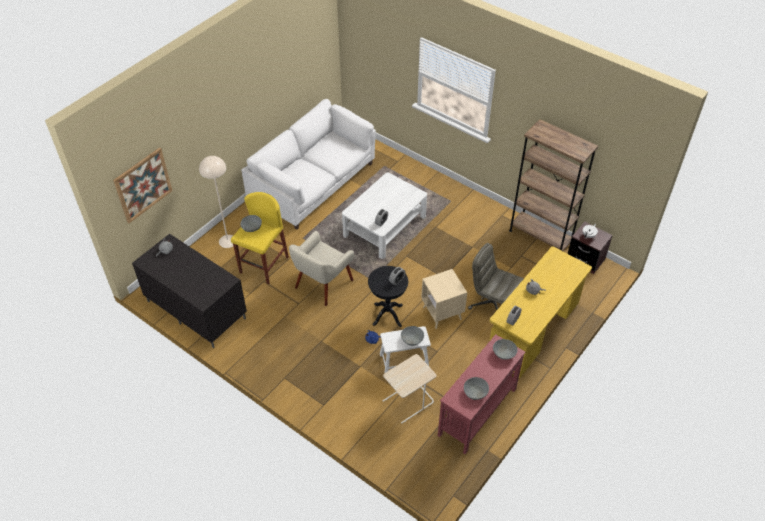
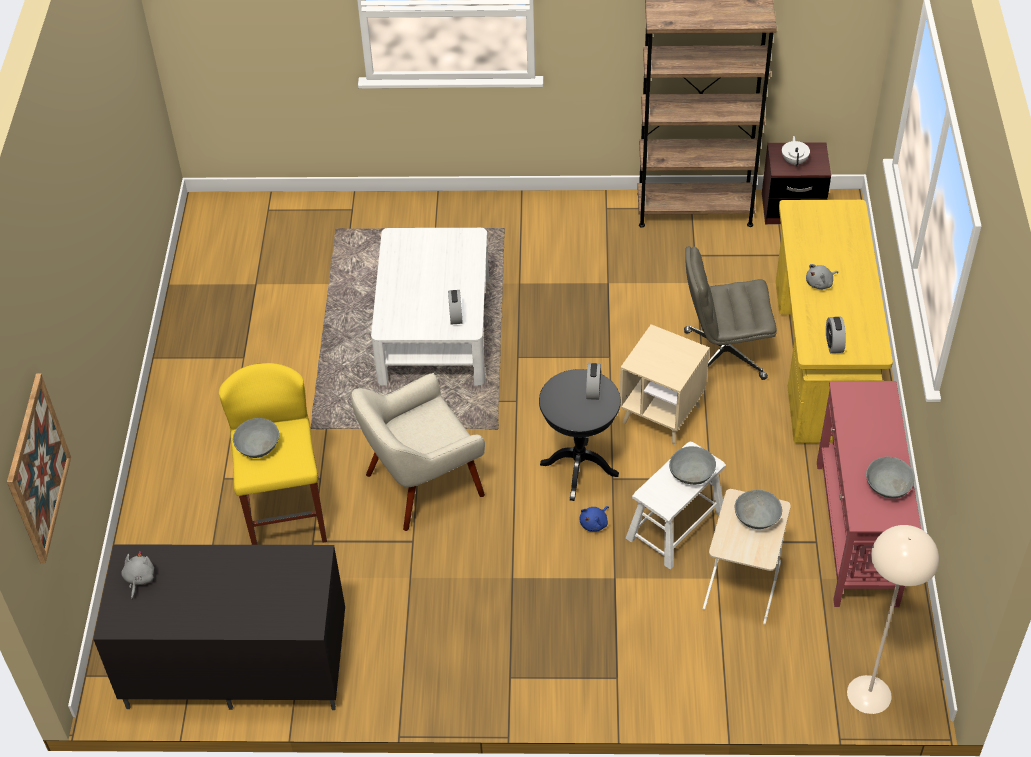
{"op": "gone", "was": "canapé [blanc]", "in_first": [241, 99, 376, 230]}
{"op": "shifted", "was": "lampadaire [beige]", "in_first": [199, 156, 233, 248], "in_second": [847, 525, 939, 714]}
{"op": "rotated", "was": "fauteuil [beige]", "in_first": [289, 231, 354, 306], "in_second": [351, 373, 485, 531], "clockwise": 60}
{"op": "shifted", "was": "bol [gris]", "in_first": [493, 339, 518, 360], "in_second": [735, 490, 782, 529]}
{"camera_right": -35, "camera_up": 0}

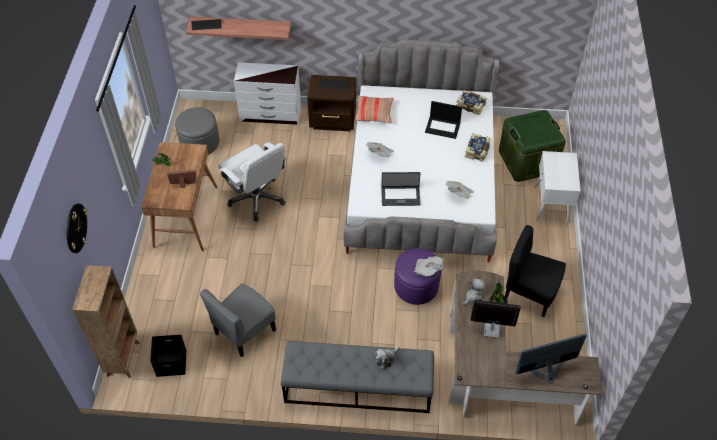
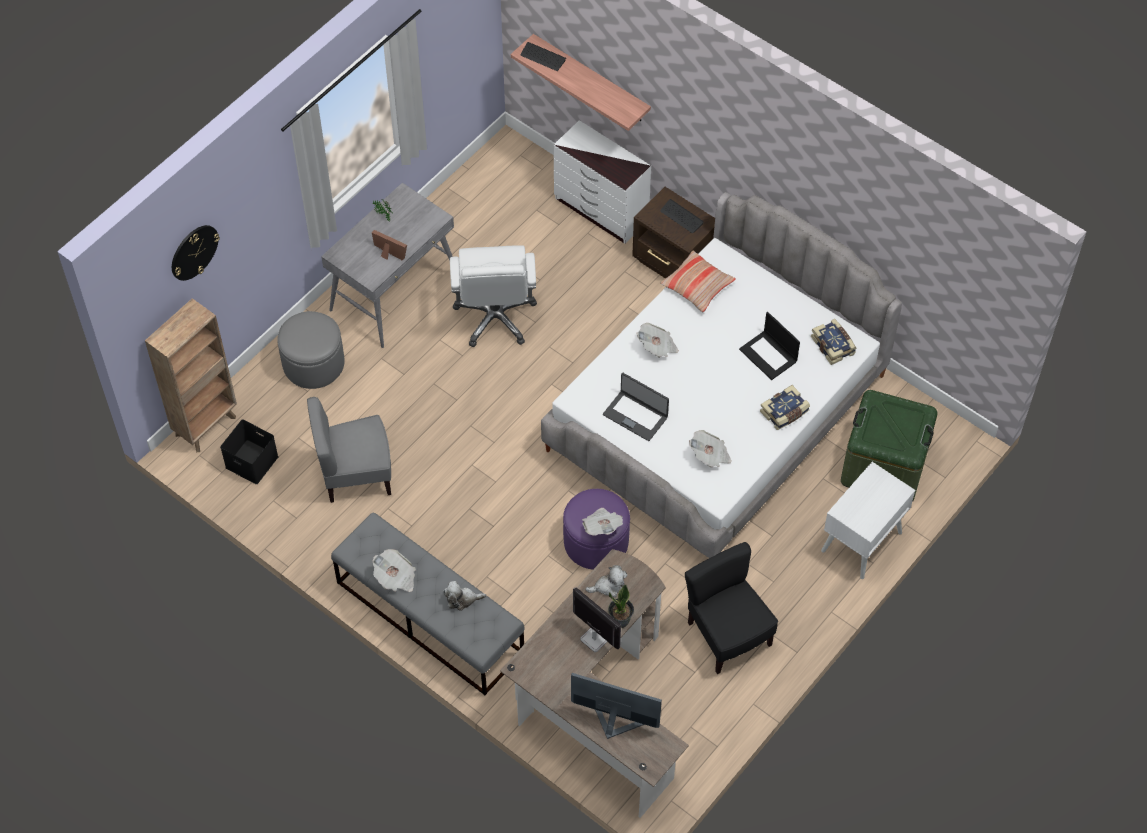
{"op": "shifted", "was": "pouf [gris]", "in_first": [175, 107, 219, 155], "in_second": [277, 311, 345, 389]}
{"op": "repainted", "was": "bureau [marron]", "now": "bureau [gris]", "in_first": [141, 142, 218, 251], "in_second": [321, 183, 454, 348]}
{"op": "new", "now": "journal", "in_second": [373, 549, 416, 592]}
{"camera_right": 35, "camera_up": 5}

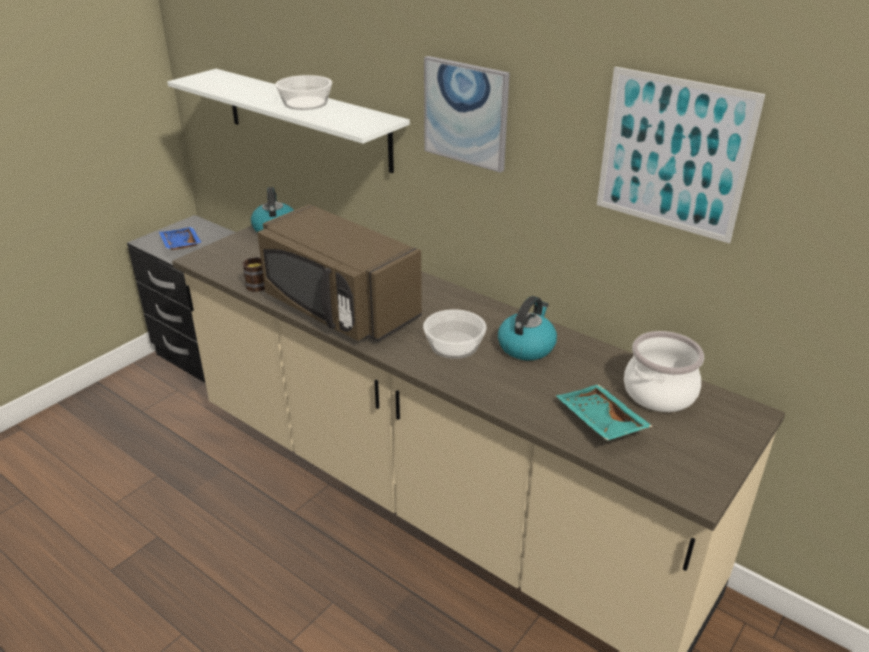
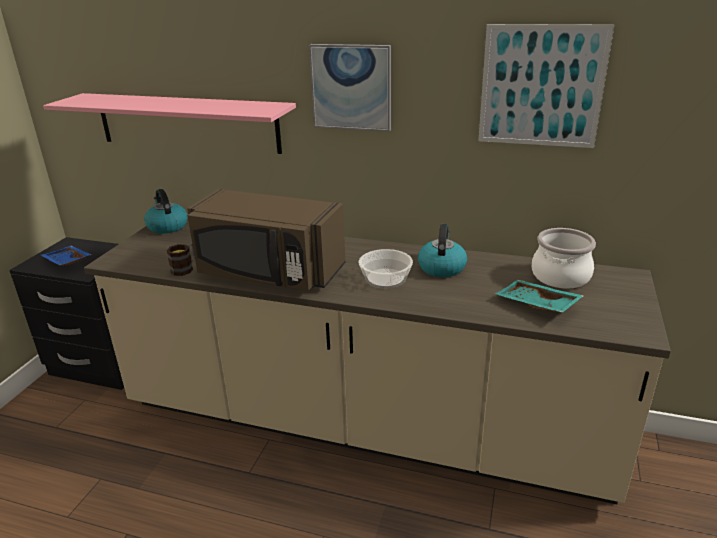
{"op": "repainted", "was": "étagère [blanc]", "now": "étagère [rose]", "in_first": [167, 69, 410, 173], "in_second": [43, 93, 296, 154]}
{"op": "gone", "was": "bol", "in_first": [275, 75, 332, 110]}
{"camera_right": -20, "camera_up": -5}

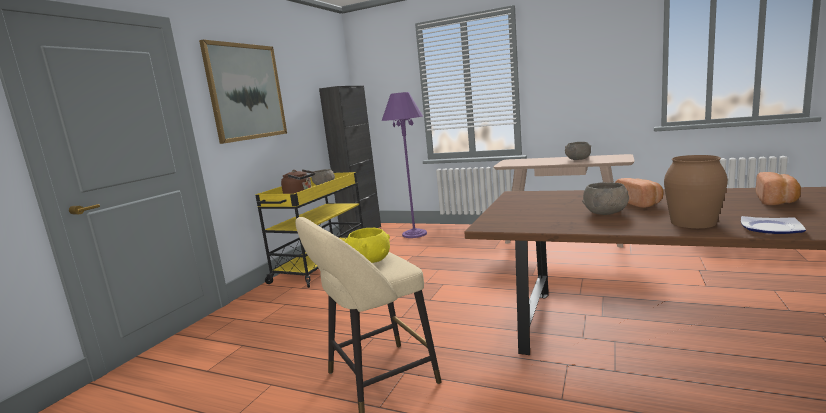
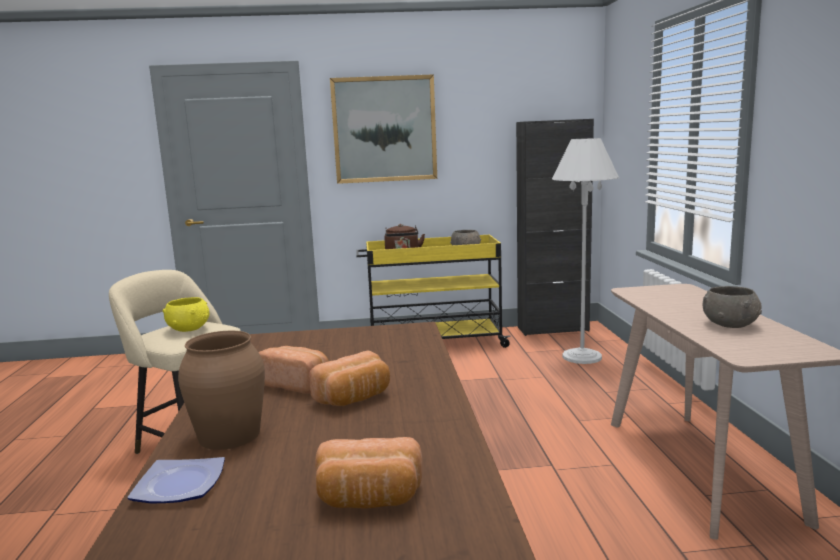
{"op": "repainted", "was": "lampadaire [violet]", "now": "lampadaire [blanc]", "in_first": [382, 92, 427, 238], "in_second": [552, 138, 619, 364]}
{"op": "swapped", "was": "bol [gris]", "now": "pain", "in_first": [582, 182, 629, 215], "in_second": [259, 346, 329, 394]}
{"camera_right": 60, "camera_up": 0}

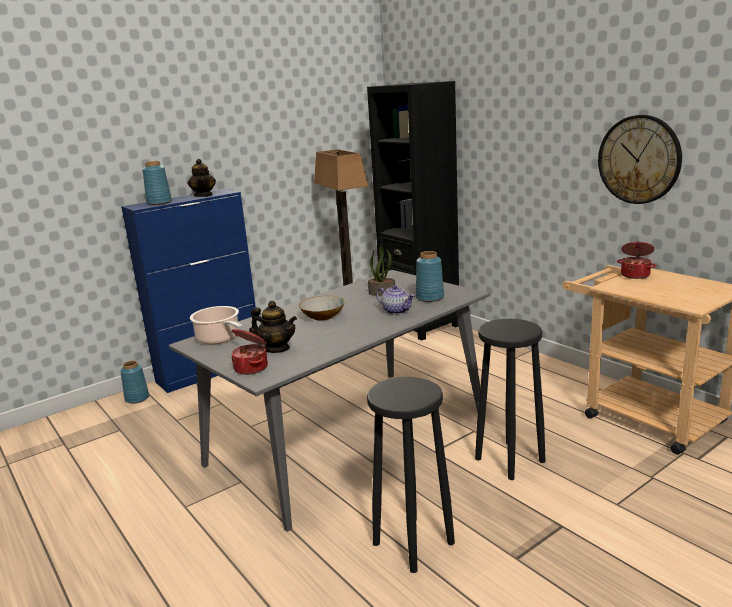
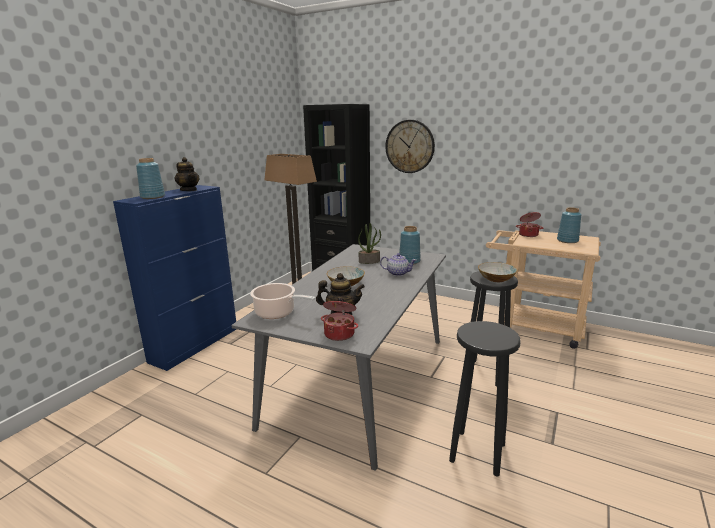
{"op": "shifted", "was": "horloge murale", "in_first": [598, 115, 682, 204], "in_second": [385, 120, 435, 173]}
{"op": "shifted", "was": "vase [bleu]", "in_first": [120, 361, 149, 404], "in_second": [557, 207, 582, 243]}
{"op": "new", "now": "bol", "in_second": [478, 262, 518, 282]}
{"camera_right": -25, "camera_up": 0}

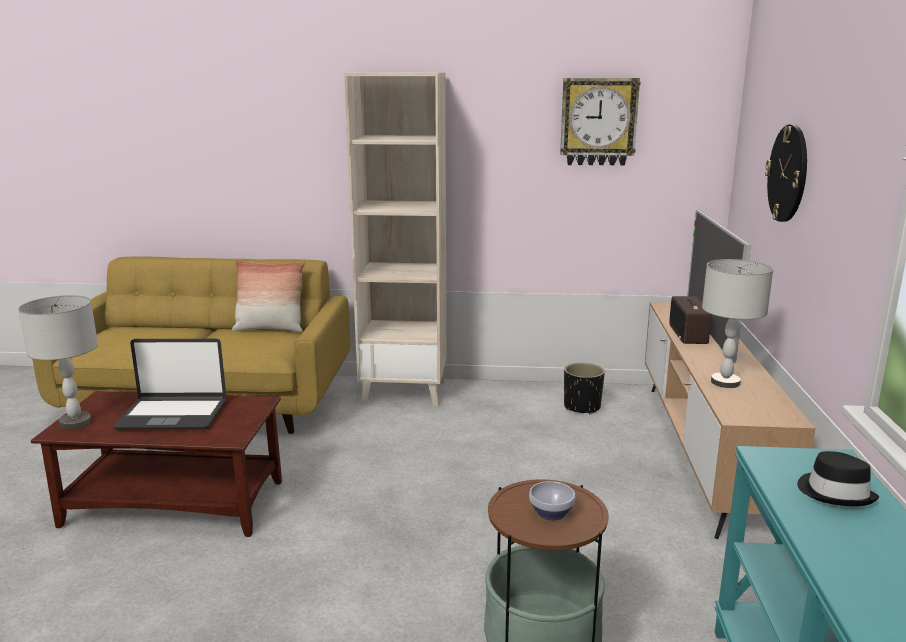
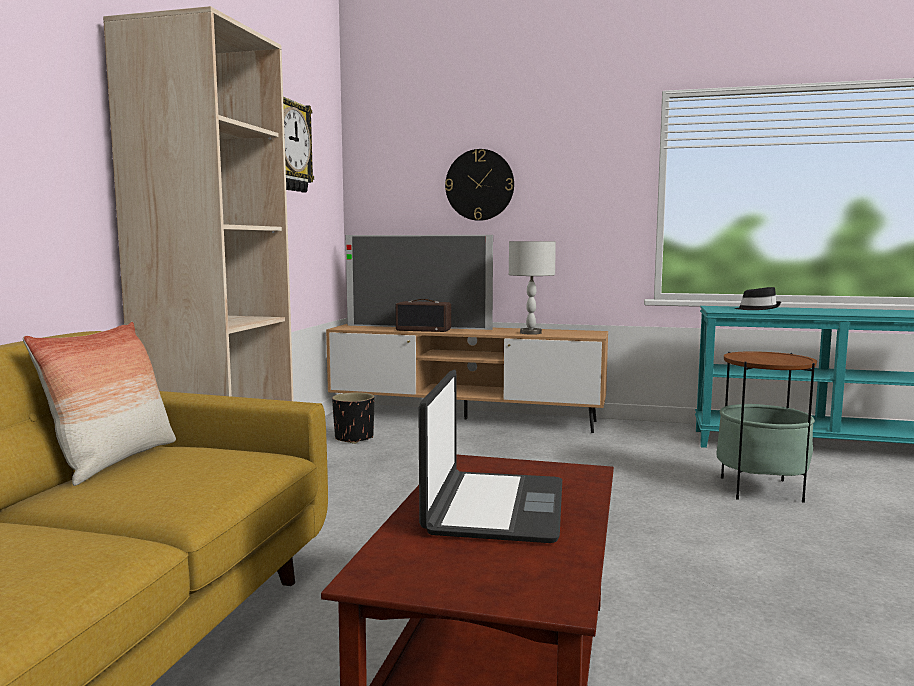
{"op": "gone", "was": "lampe de table [gris]", "in_first": [18, 295, 98, 429]}
{"op": "gone", "was": "bol", "in_first": [529, 481, 575, 520]}
{"camera_right": -80, "camera_up": -10}

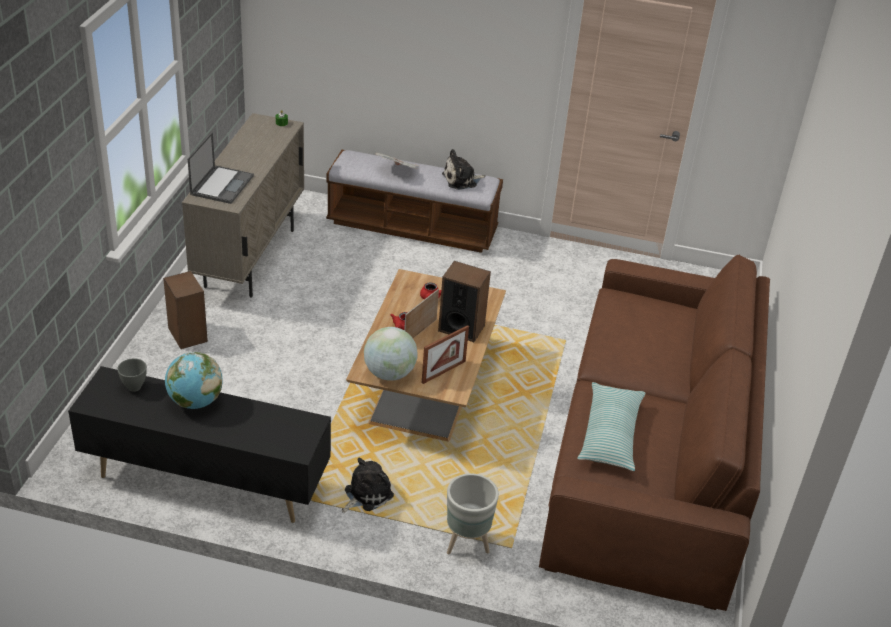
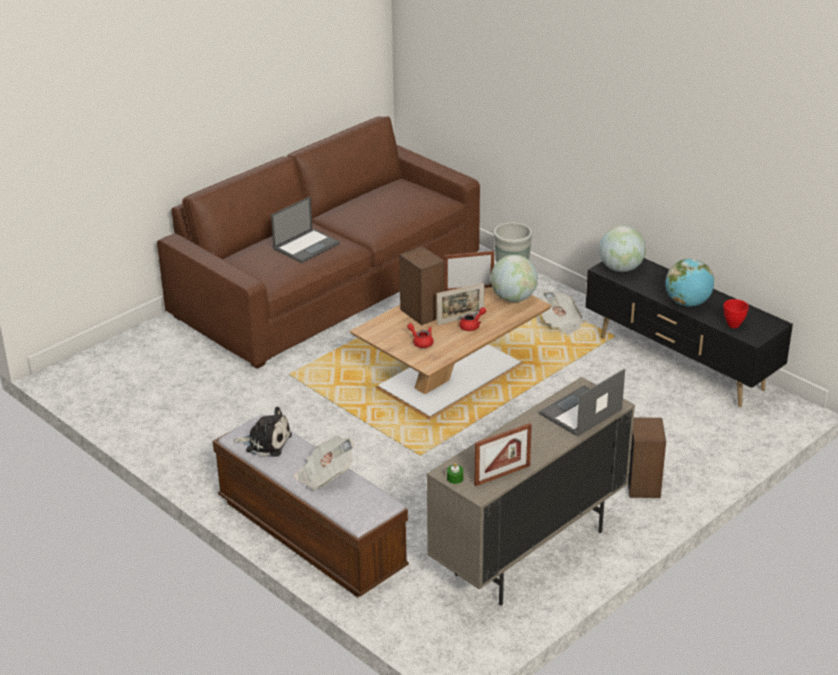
{"op": "repainted", "was": "bol [gris]", "now": "bol [rouge]", "in_first": [117, 358, 147, 392], "in_second": [724, 299, 749, 328]}
{"op": "gone", "was": "coussin", "in_first": [577, 382, 645, 471]}
{"op": "swapped", "was": "peluche", "now": "journal", "in_first": [342, 457, 394, 513], "in_second": [541, 291, 585, 336]}
{"op": "new", "now": "ordinateur portable", "in_second": [271, 196, 340, 263]}
{"op": "new", "now": "globe", "in_second": [599, 225, 646, 272]}
{"op": "new", "now": "cadre photo", "in_second": [474, 423, 532, 486]}
{"camera_right": -145, "camera_up": -5}

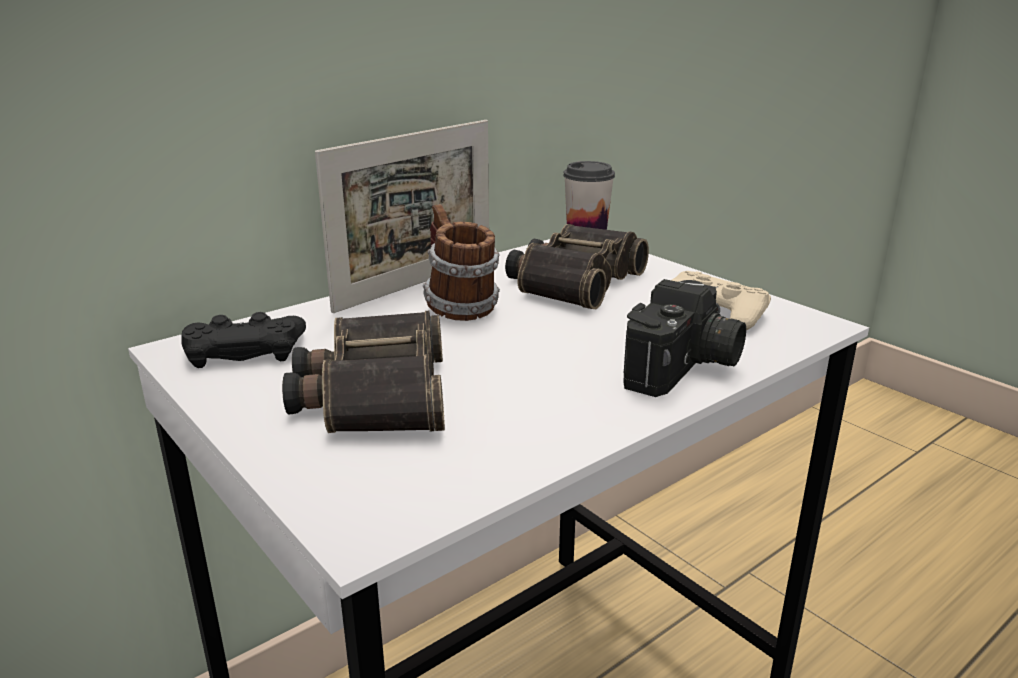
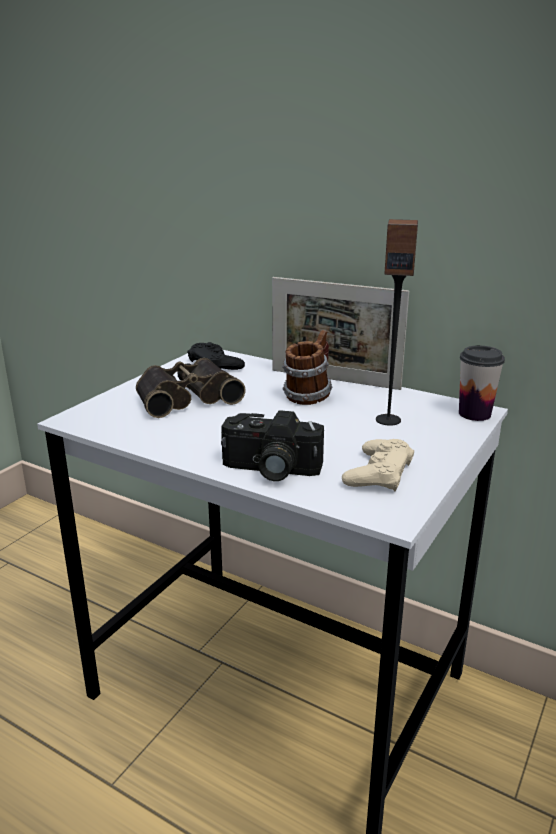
{"op": "swapped", "was": "jumelles", "now": "enceinte", "in_first": [505, 224, 649, 309], "in_second": [376, 219, 418, 426]}
{"camera_right": 70, "camera_up": 0}

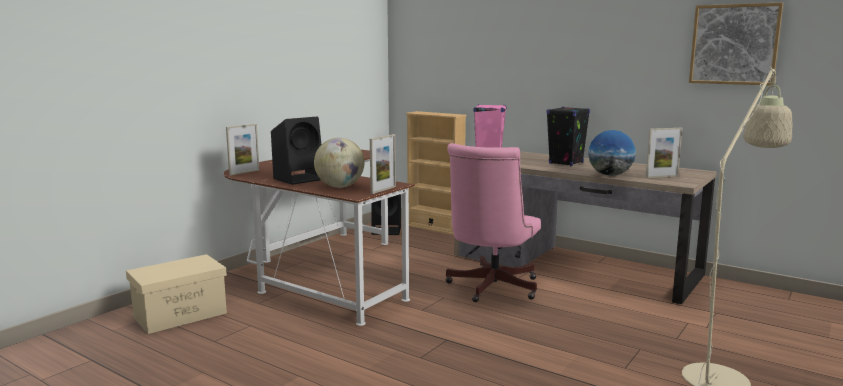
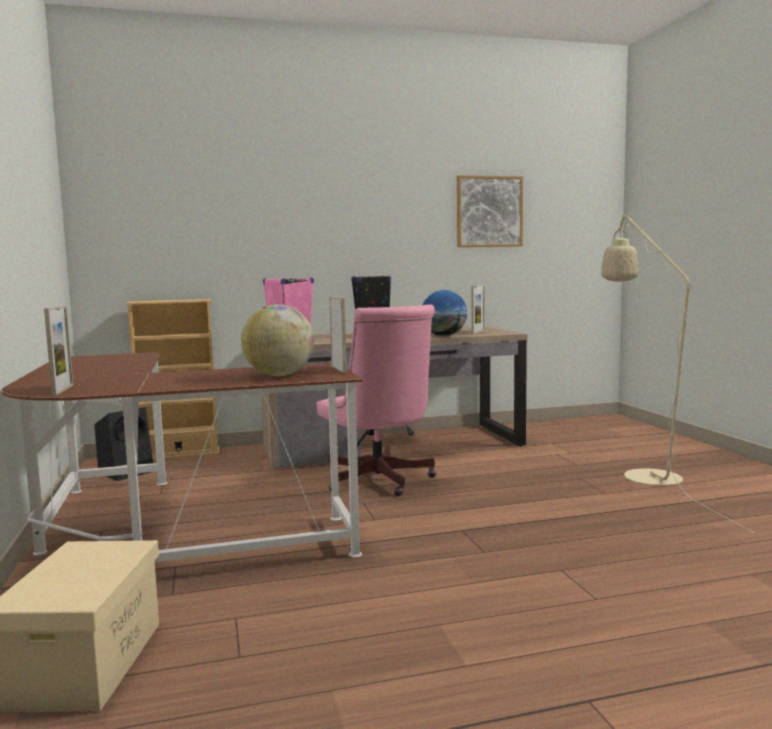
{"op": "gone", "was": "enceinte [noir]", "in_first": [271, 117, 321, 185]}
{"camera_right": -50, "camera_up": -5}

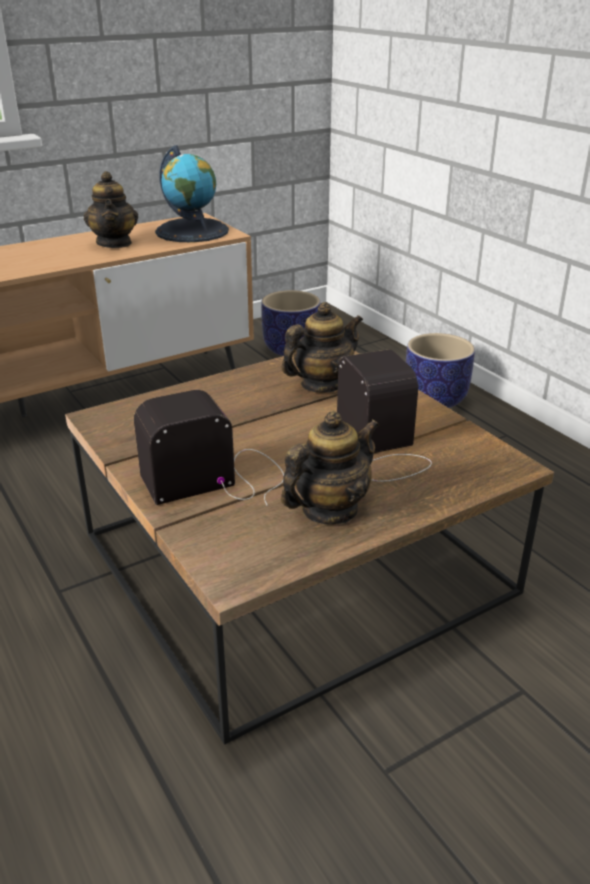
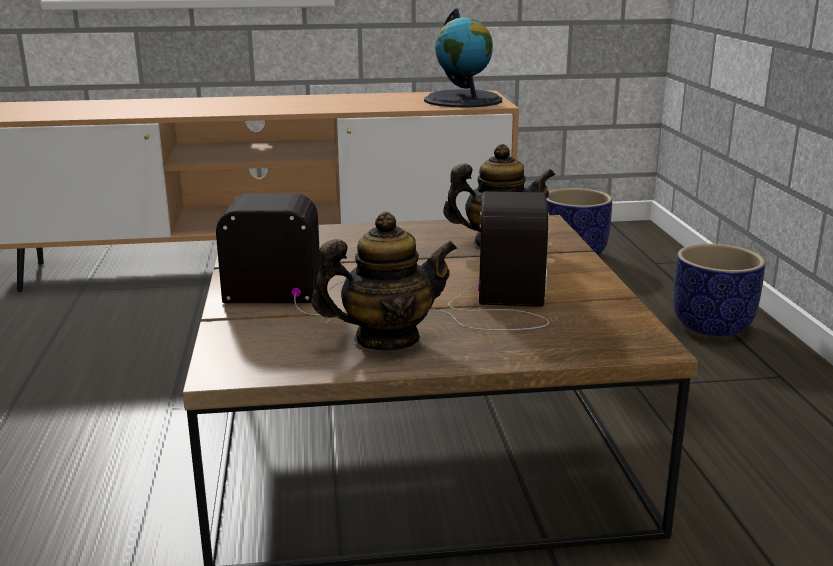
{"op": "gone", "was": "théière", "in_first": [84, 171, 138, 248]}
{"camera_right": 25, "camera_up": -10}

